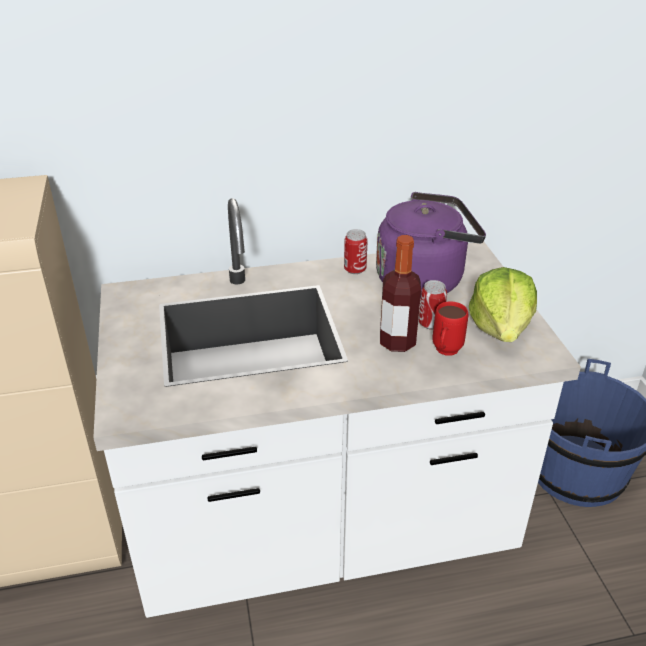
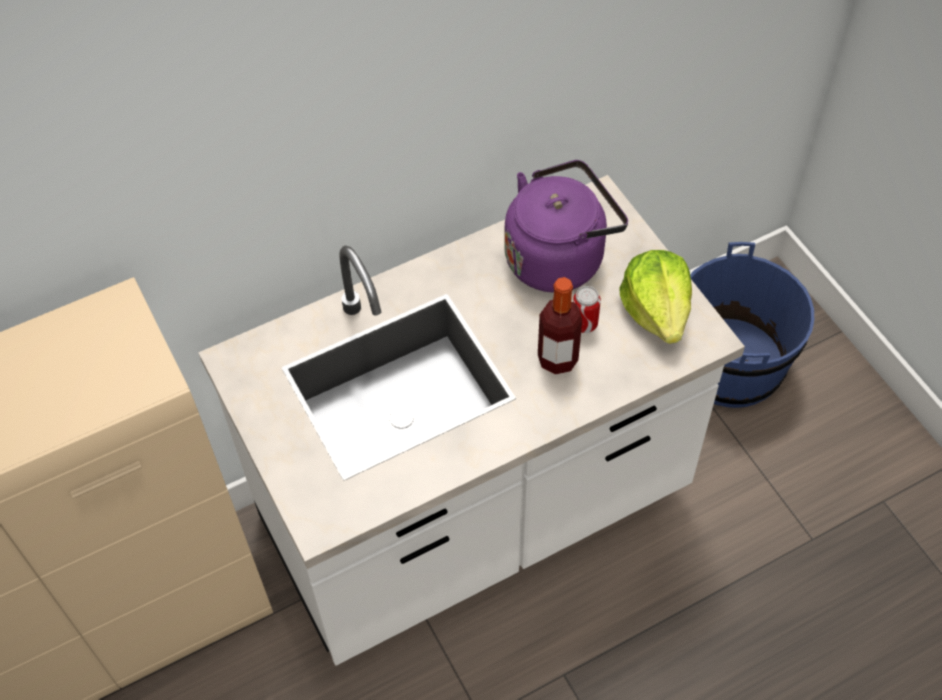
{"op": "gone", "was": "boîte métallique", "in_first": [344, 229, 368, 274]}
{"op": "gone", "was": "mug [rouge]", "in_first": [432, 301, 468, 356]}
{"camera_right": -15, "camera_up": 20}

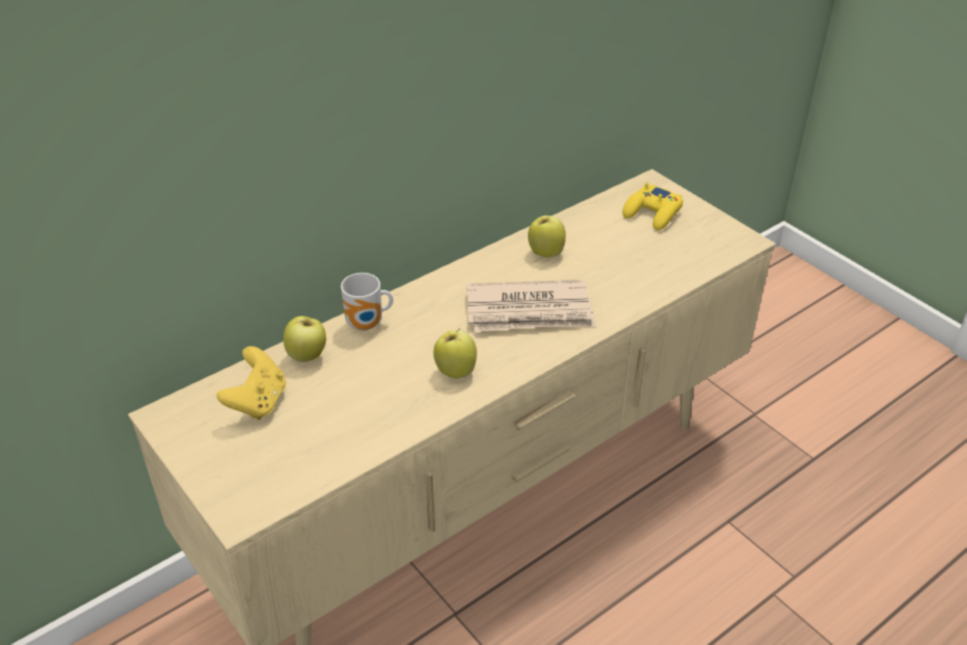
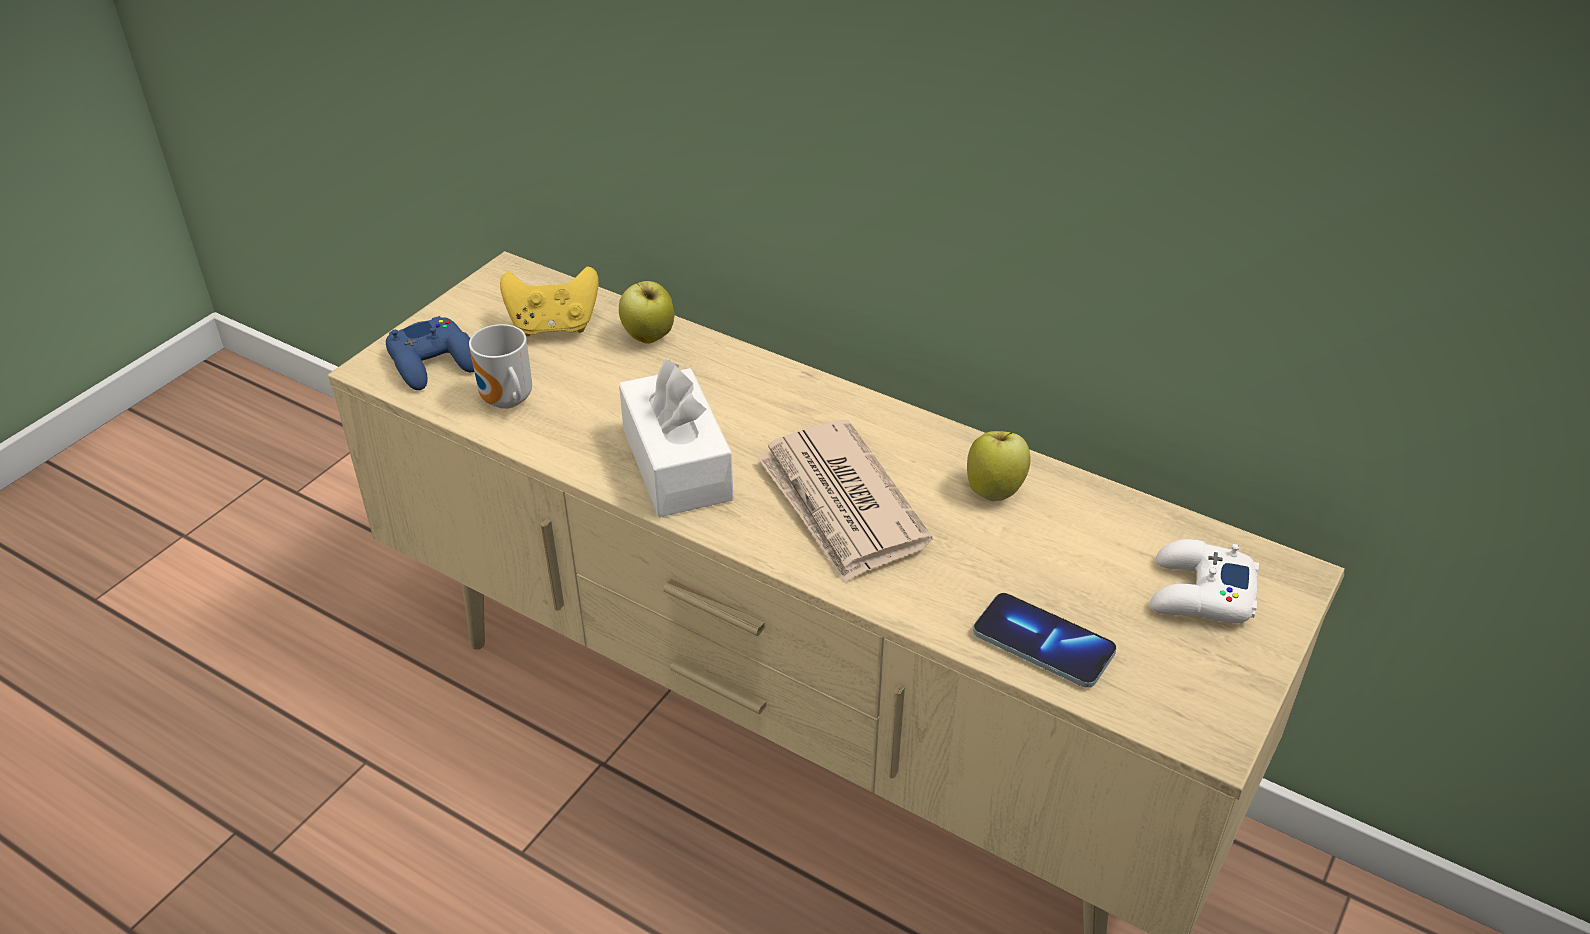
{"op": "repainted", "was": "manette [jaune]", "now": "manette [blanc]", "in_first": [623, 182, 683, 230], "in_second": [1150, 539, 1259, 623]}
{"op": "shifted", "was": "mug", "in_first": [341, 273, 393, 331], "in_second": [469, 324, 532, 409]}
{"op": "swapped", "was": "pomme", "now": "boîte à mouchoirs [blanc]", "in_first": [434, 329, 477, 379], "in_second": [619, 359, 733, 517]}
{"op": "new", "now": "manette [bleu]", "in_second": [386, 316, 474, 390]}
{"op": "new", "now": "téléphone", "in_second": [973, 593, 1116, 688]}
{"camera_right": 70, "camera_up": 0}

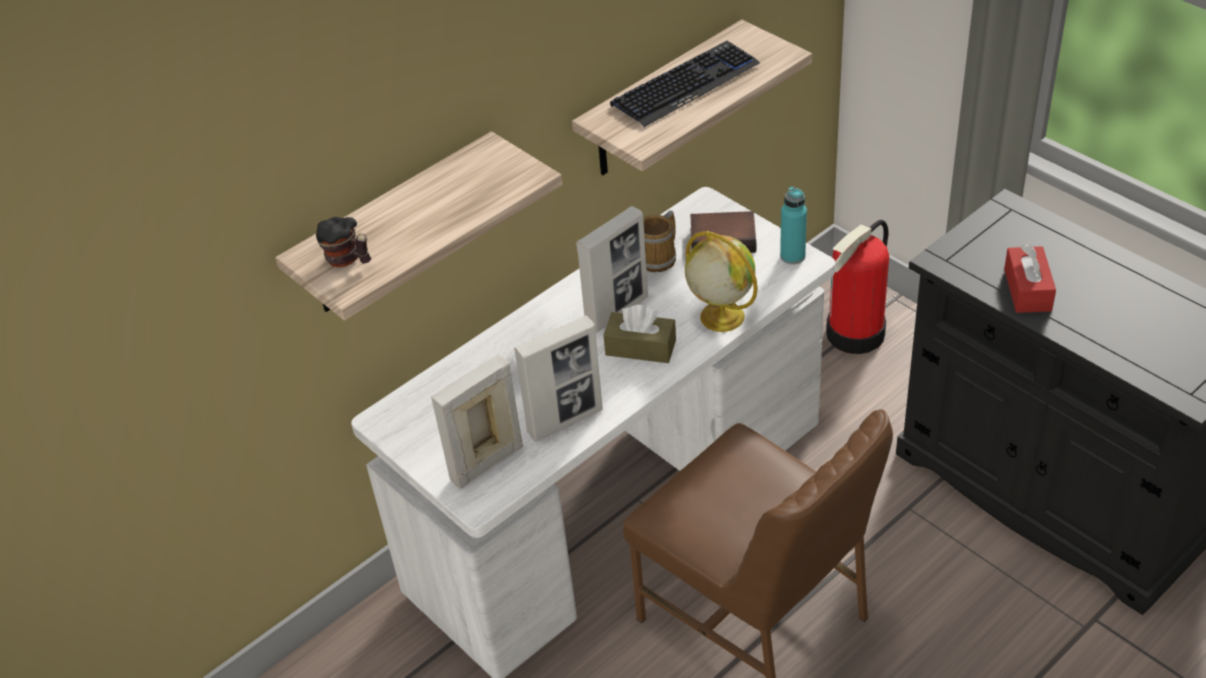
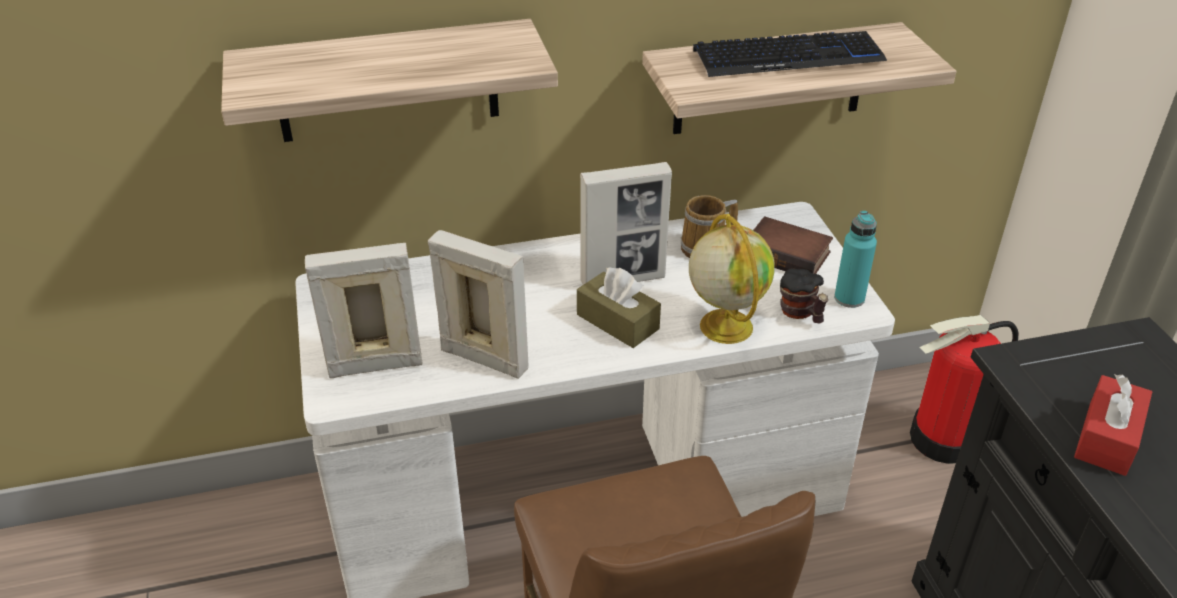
{"op": "shifted", "was": "mug", "in_first": [316, 217, 371, 268], "in_second": [780, 268, 828, 324]}
{"op": "rotated", "was": "cadre photo", "in_first": [514, 315, 603, 441], "in_second": [428, 230, 529, 379], "clockwise": -150}
{"camera_right": 25, "camera_up": -5}

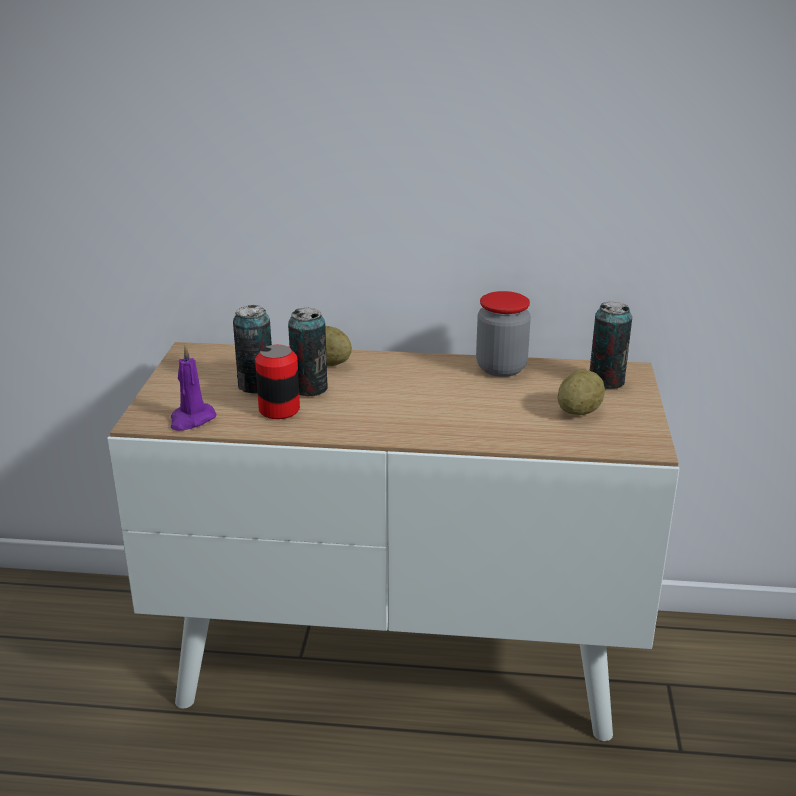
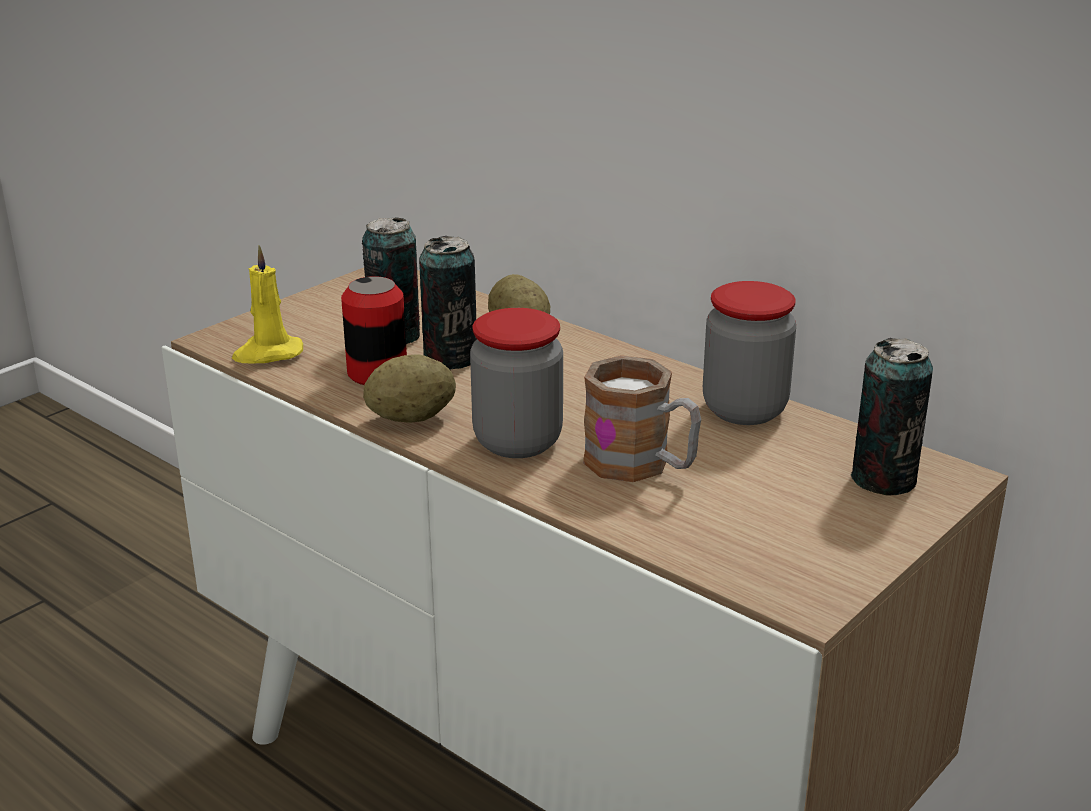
{"op": "repainted", "was": "bougie [violet]", "now": "bougie [jaune]", "in_first": [170, 345, 217, 431], "in_second": [232, 245, 303, 364]}
{"op": "shifted", "was": "pomme de terre", "in_first": [558, 370, 605, 415], "in_second": [363, 354, 456, 423]}
{"op": "new", "now": "bocal", "in_second": [470, 308, 563, 458]}
{"op": "new", "now": "mug", "in_second": [583, 355, 701, 482]}
{"camera_right": 35, "camera_up": 0}

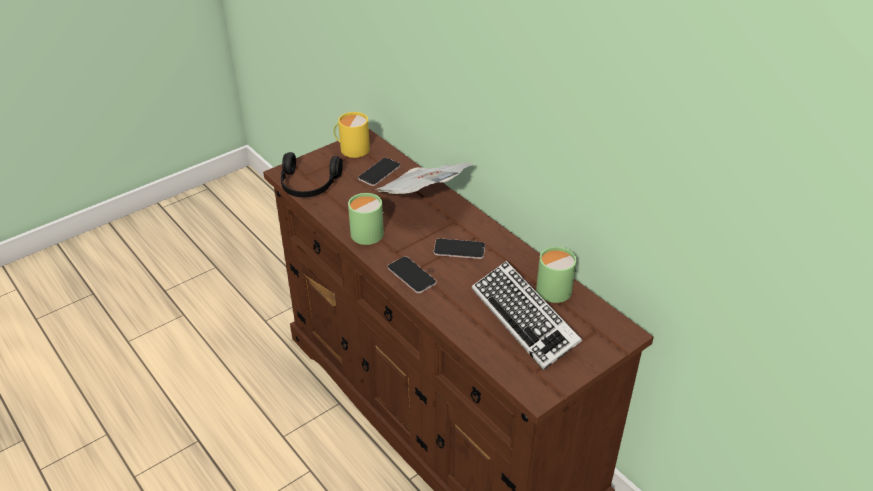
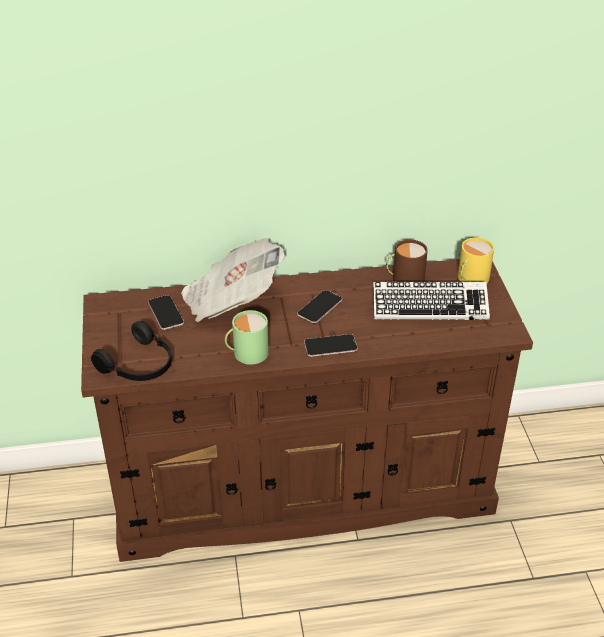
{"op": "shifted", "was": "mug [jaune]", "in_first": [333, 112, 370, 158], "in_second": [458, 238, 494, 283]}
{"op": "repainted", "was": "mug [vert]", "now": "mug [marron]", "in_first": [536, 247, 576, 303], "in_second": [386, 240, 428, 282]}
{"camera_right": -60, "camera_up": 0}

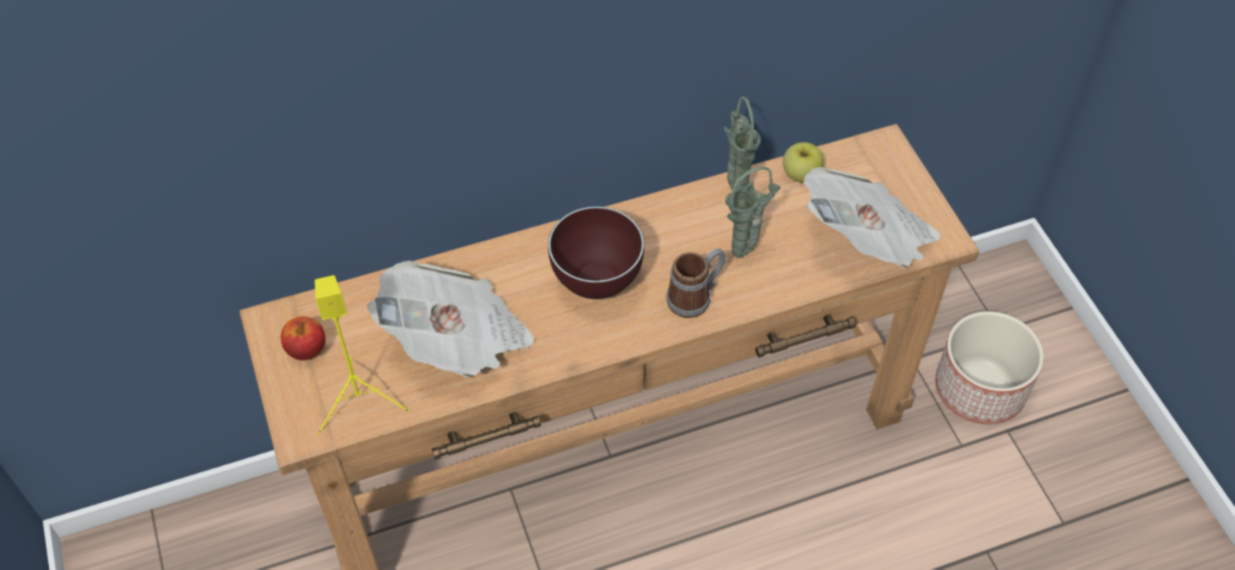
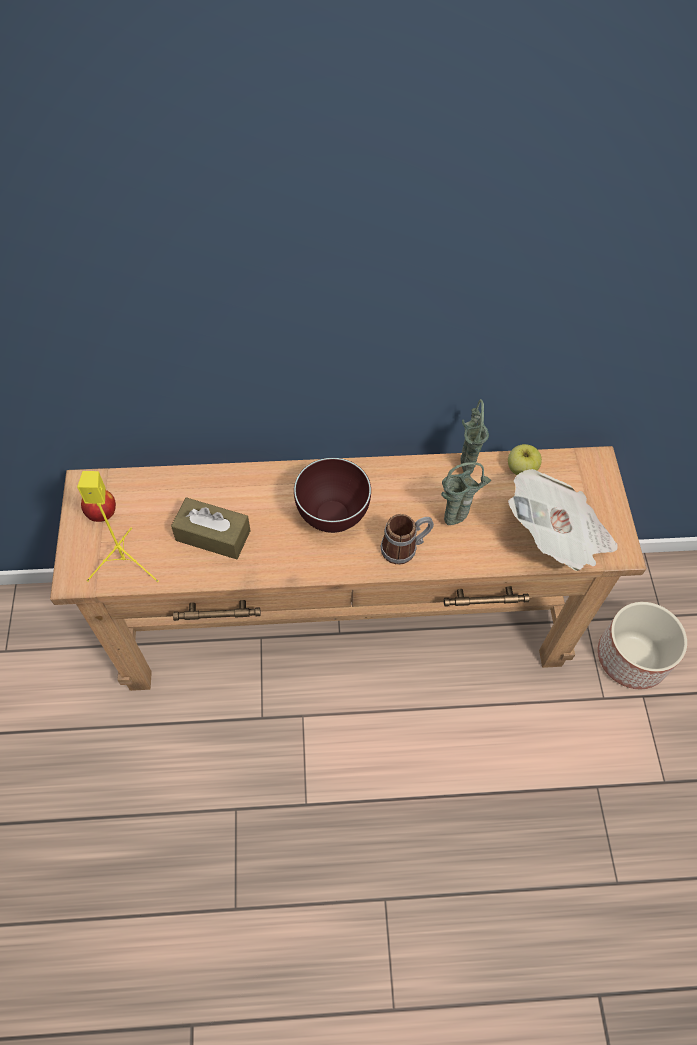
{"op": "swapped", "was": "journal", "now": "boîte à mouchoirs [marron]", "in_first": [367, 260, 534, 377], "in_second": [171, 497, 250, 559]}
{"camera_right": 15, "camera_up": 5}

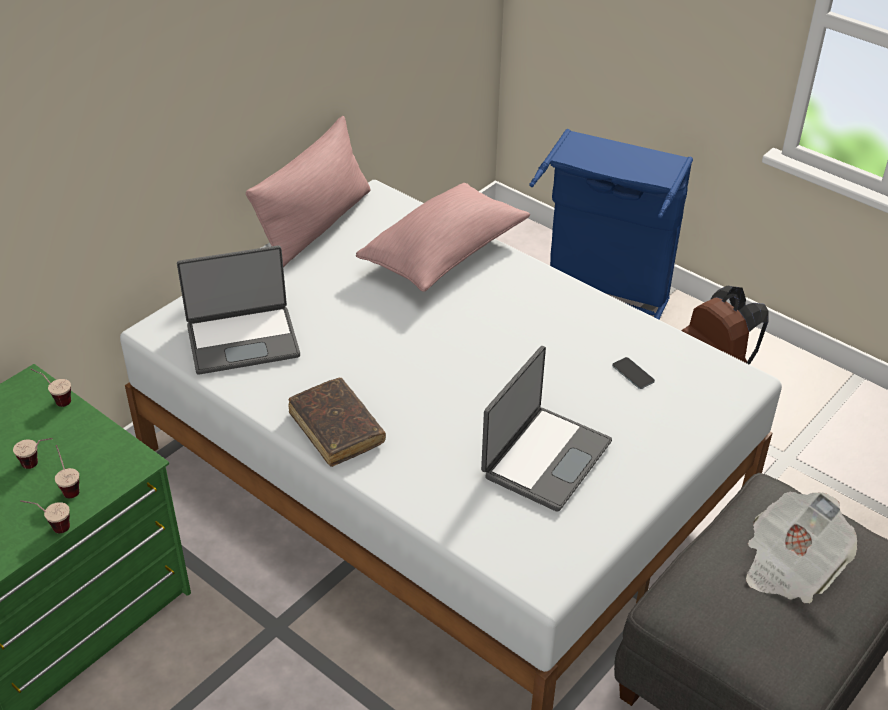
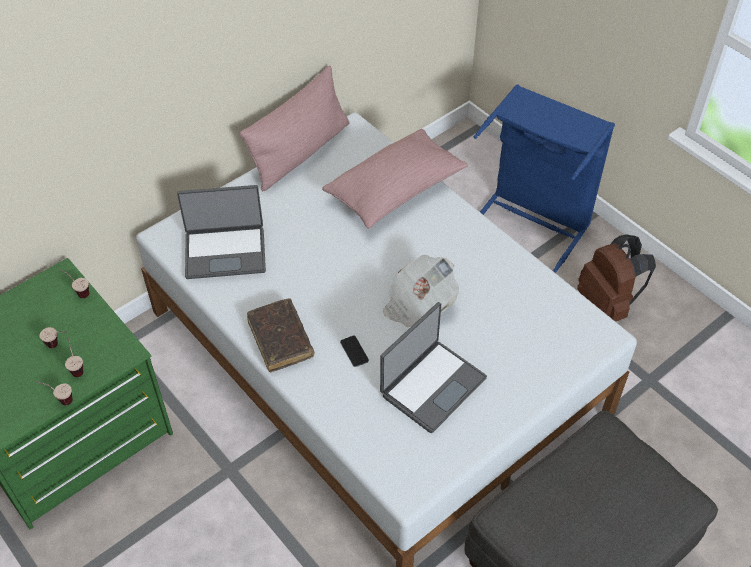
{"op": "shifted", "was": "téléphone", "in_first": [612, 357, 655, 389], "in_second": [340, 335, 369, 367]}
{"op": "shifted", "was": "journal", "in_first": [746, 492, 857, 603], "in_second": [383, 254, 459, 327]}
{"camera_right": 10, "camera_up": 10}

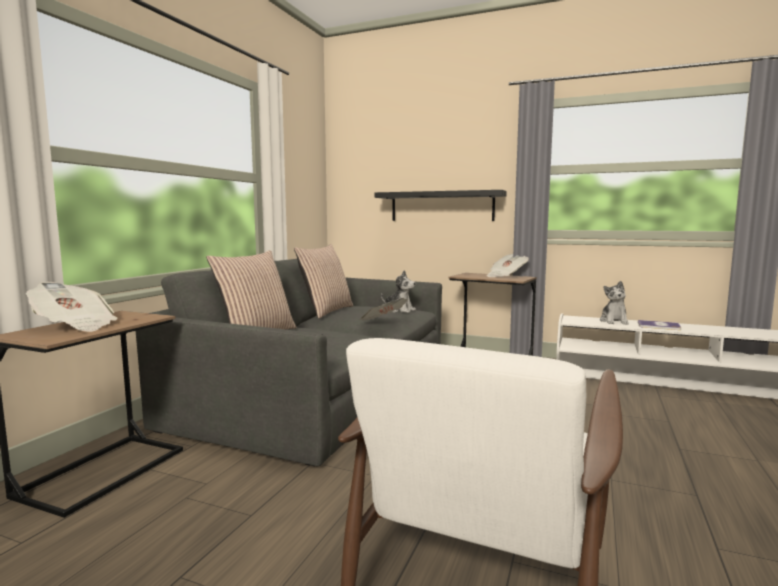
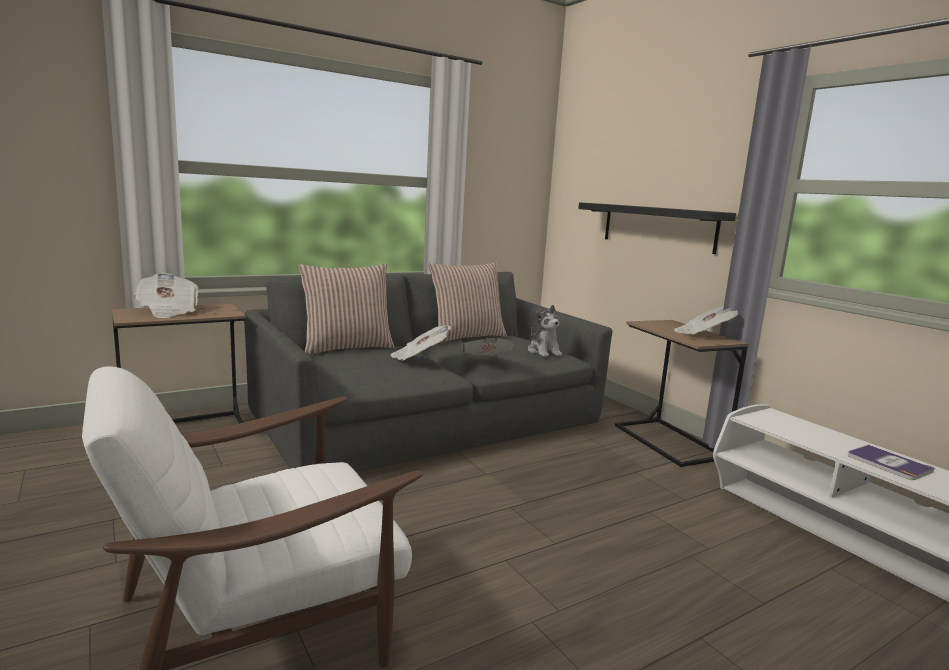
{"op": "gone", "was": "peluche", "in_first": [600, 281, 629, 325]}
{"op": "new", "now": "journal", "in_second": [390, 325, 451, 361]}
{"camera_right": 35, "camera_up": 5}

